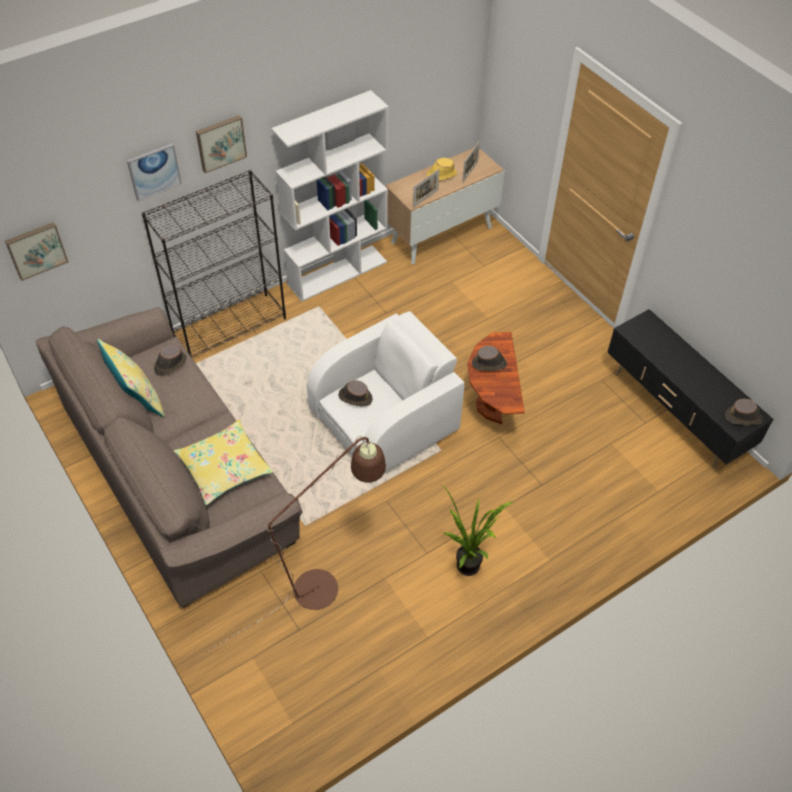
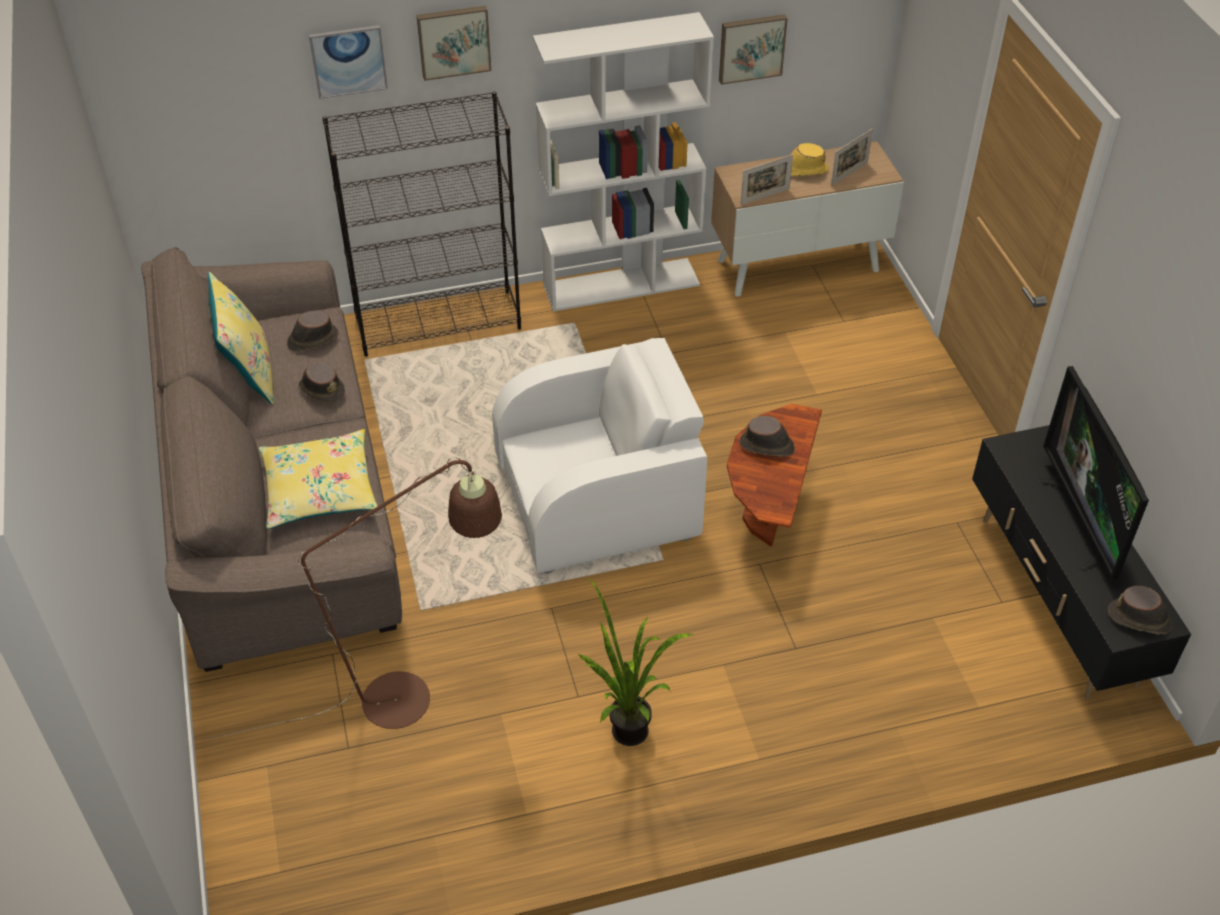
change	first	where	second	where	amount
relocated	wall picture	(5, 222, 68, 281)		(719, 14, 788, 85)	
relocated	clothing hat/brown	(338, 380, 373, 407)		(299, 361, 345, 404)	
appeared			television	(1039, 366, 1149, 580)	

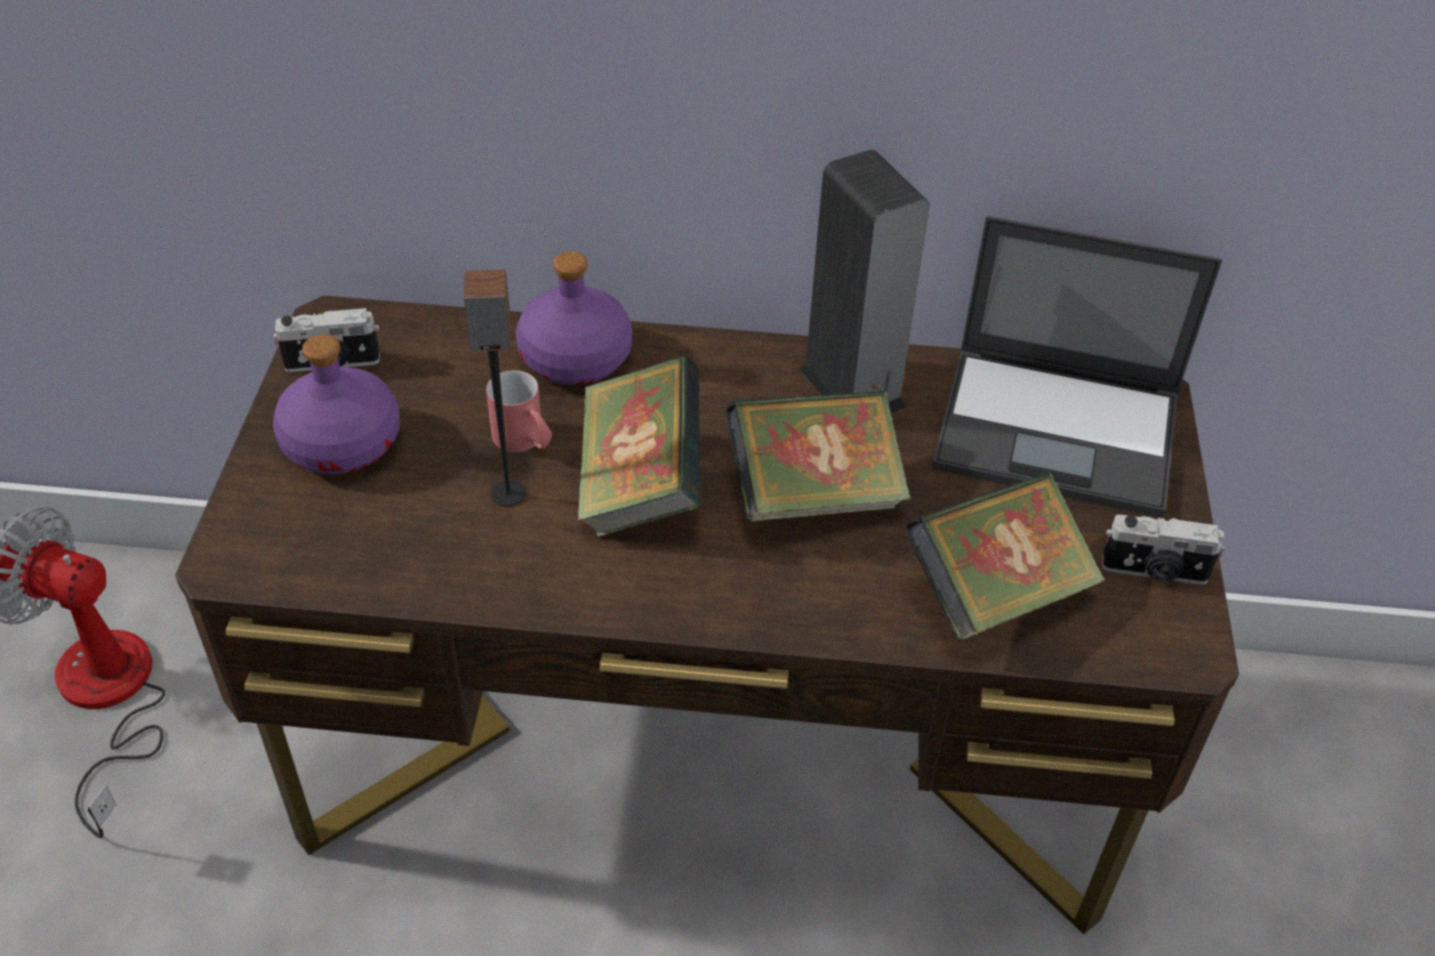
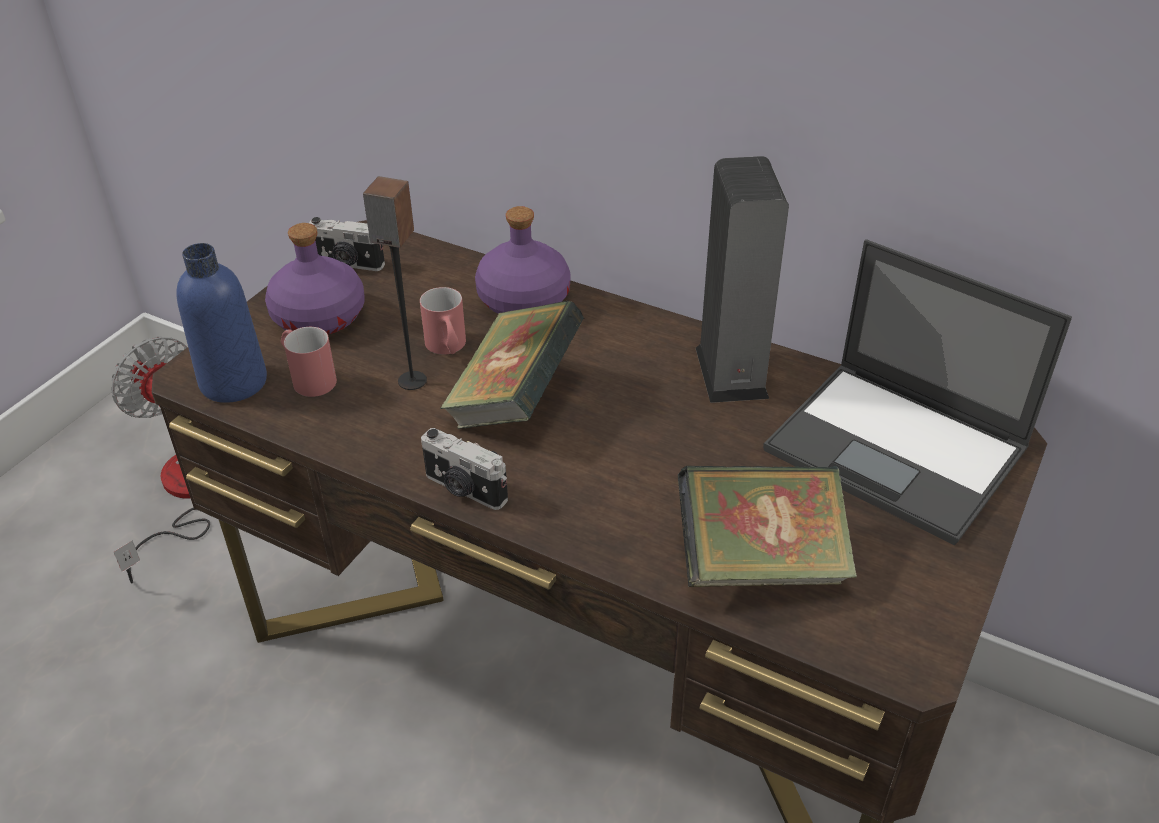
change	first	where	second	where	amount
missing	volume	(725, 390, 911, 522)			
relocated	still camera	(1102, 514, 1224, 585)		(421, 428, 508, 510)	
appeared			bottle/bluish	(176, 243, 267, 403)	
appeared			tea mug/red	(281, 327, 337, 397)	

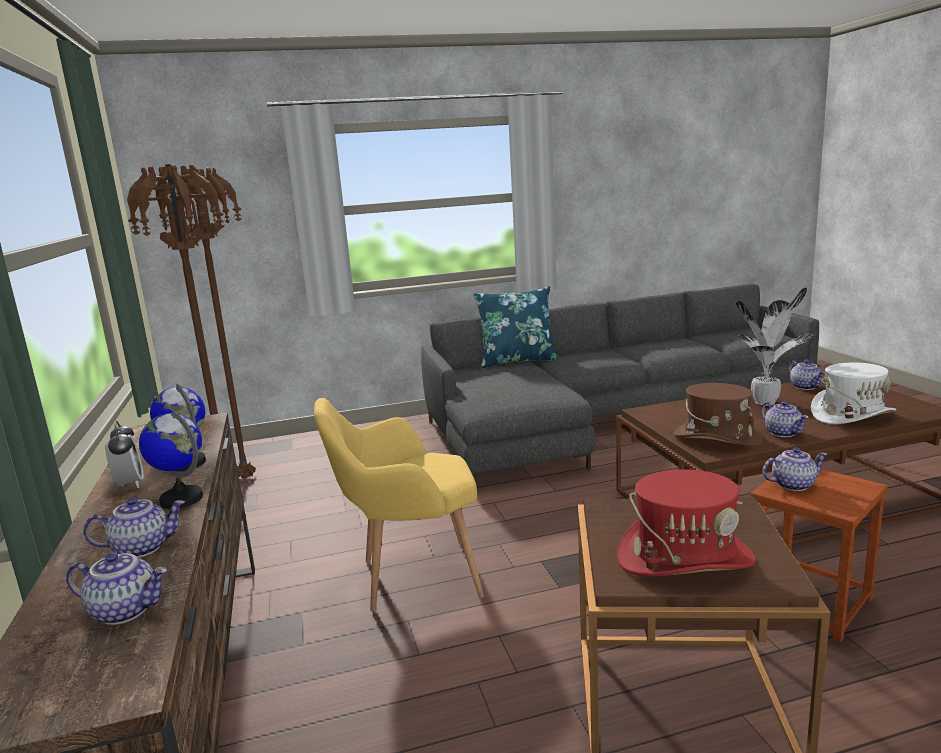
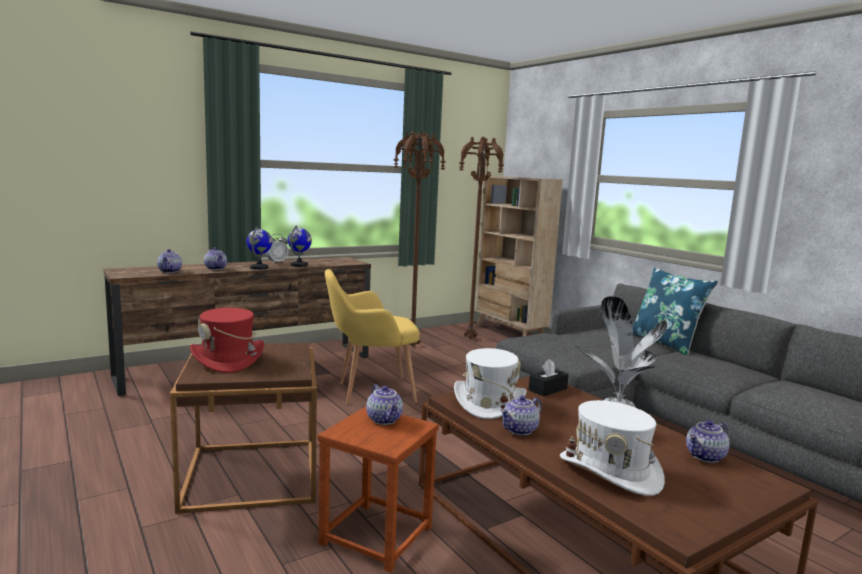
change	first	where	second	where	amount
spun	easy chair/yellowish	(314, 398, 484, 612)		(325, 269, 420, 405)	75 degrees counterclockwise
colour	clothing hat/brown	(673, 383, 763, 447)	clothing hat/whitish	(454, 348, 526, 419)	
appeared			bookcase/sand-coloured	(476, 176, 563, 336)	
appeared			tissue holder/blackish	(529, 359, 569, 397)	

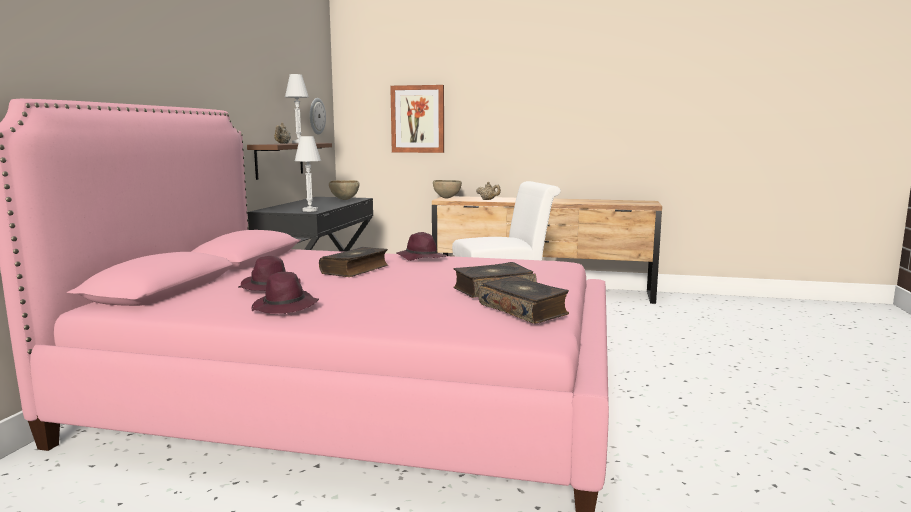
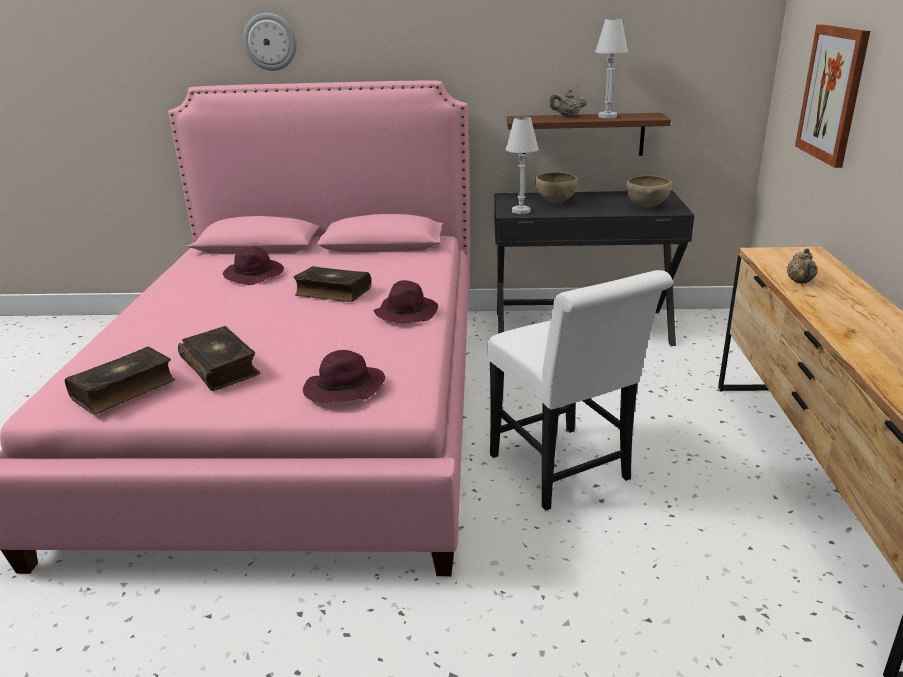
change	first	where	second	where	amount
relocated	clothing hat/purplish	(252, 272, 319, 314)		(303, 350, 385, 402)	
relocated	hanging clock	(310, 98, 326, 135)		(243, 13, 297, 71)	
relocated	deep dish/brown	(433, 180, 462, 199)		(535, 172, 578, 203)	

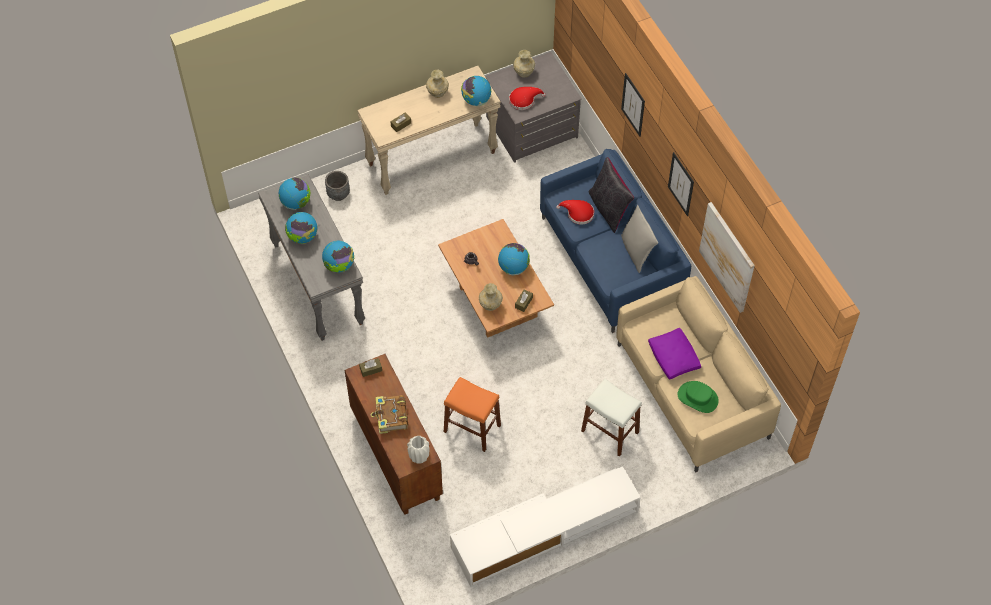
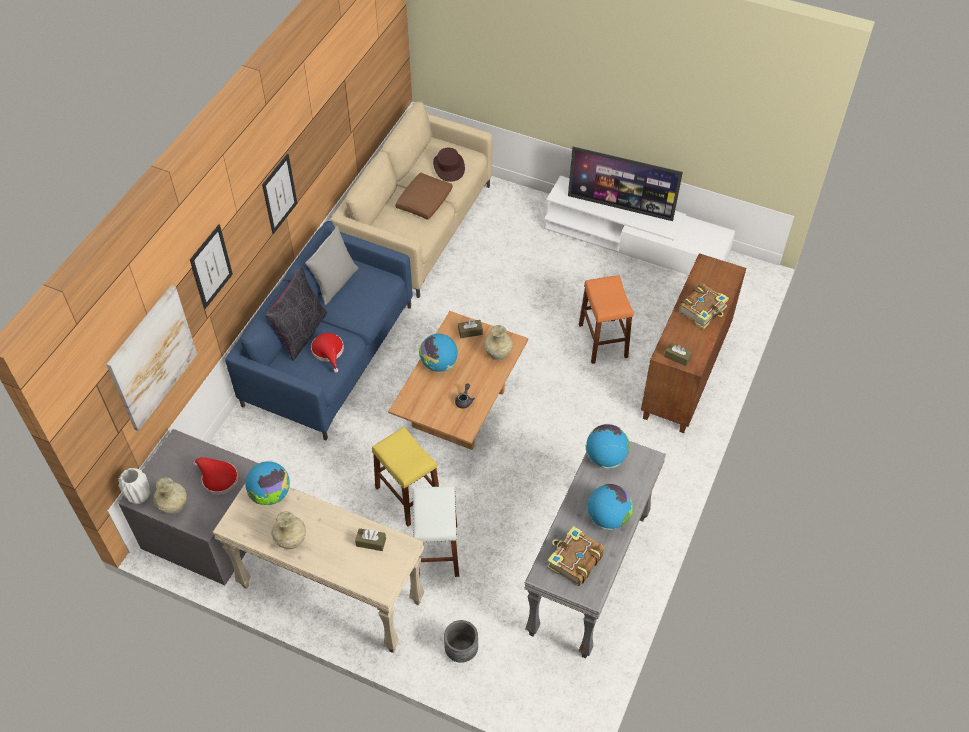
change	first	where	second	where	amount
exchanged	world globe	(279, 177, 310, 210)	volume	(547, 526, 605, 586)	
relocated	vase/whitish	(407, 436, 429, 464)		(118, 468, 150, 504)	
relocated	stool seat/whitish	(581, 379, 642, 457)		(413, 486, 459, 577)	
colour	cushion/purplish	(648, 328, 701, 380)	cushion/brown	(395, 172, 453, 220)	
colour	clothing hat/green	(677, 381, 719, 413)	clothing hat/brown	(433, 148, 465, 182)	
relocated	wall picture	(699, 202, 755, 313)		(106, 285, 197, 431)	
appeared			stool seat/yellowish	(372, 427, 439, 526)	
appeared			television	(568, 147, 683, 221)	

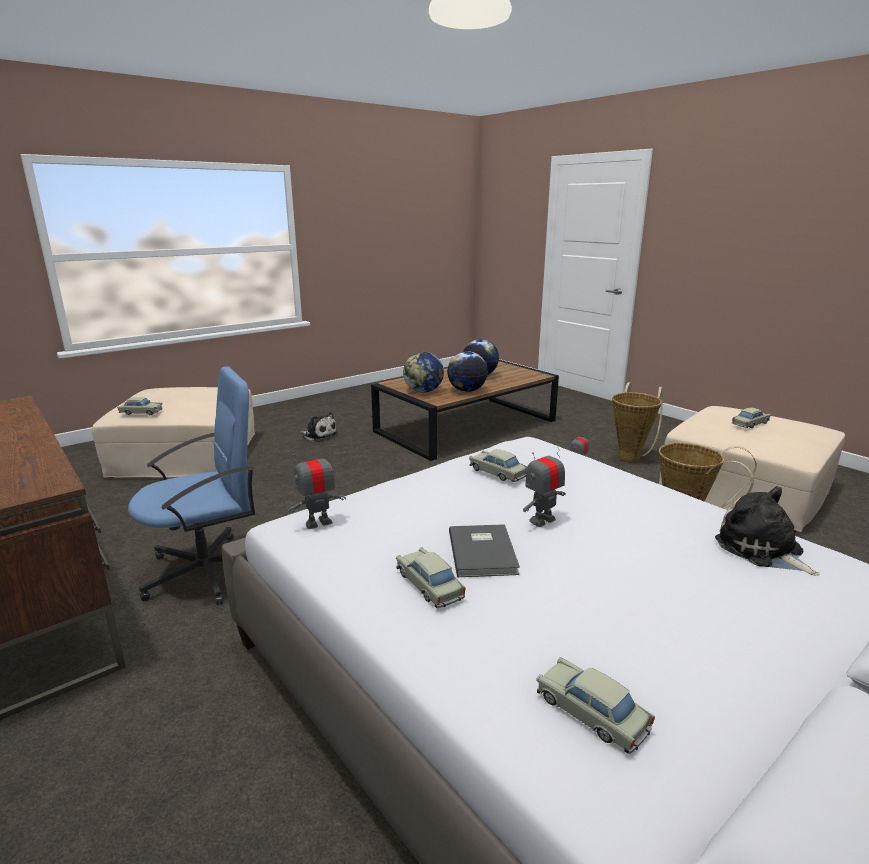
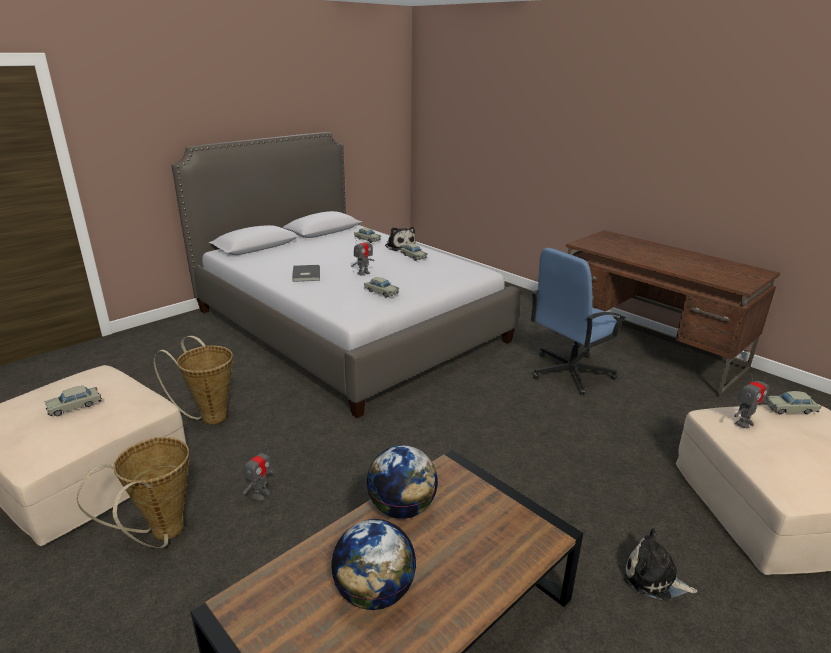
change	first	where	second	where	amount
relocated	robot figure	(288, 445, 346, 529)		(734, 372, 769, 428)	
missing	world globe	(403, 352, 444, 393)			
relocated	volume/greyish	(449, 524, 520, 577)		(292, 265, 320, 282)	
relocated	plush toy	(715, 486, 820, 576)		(385, 227, 416, 251)	

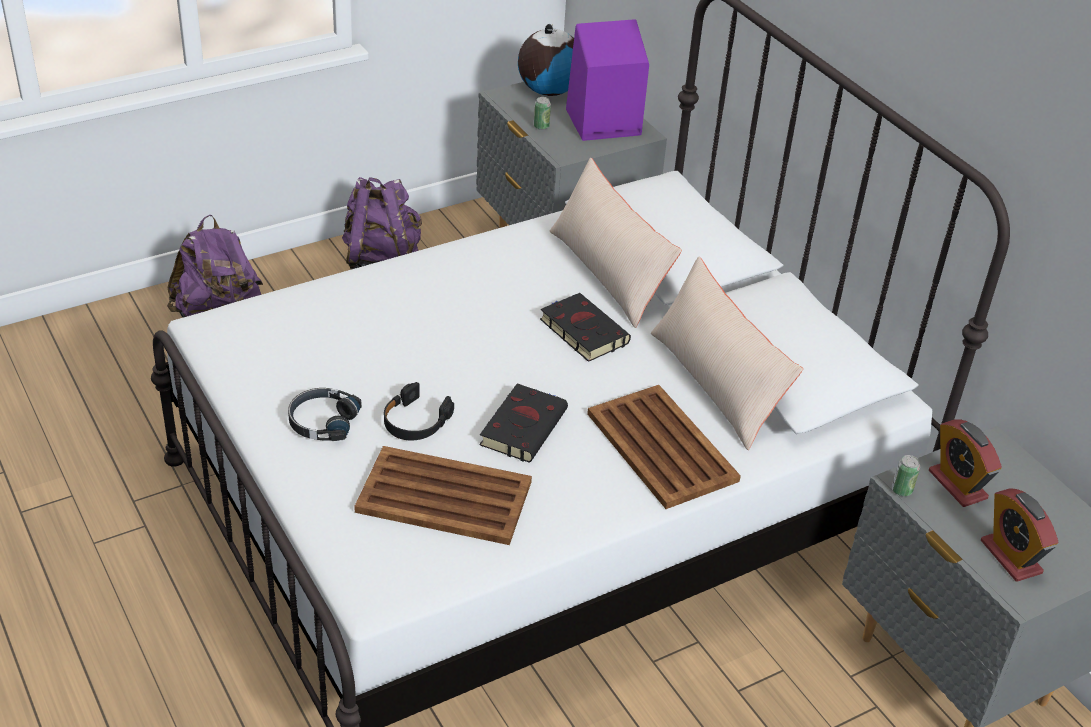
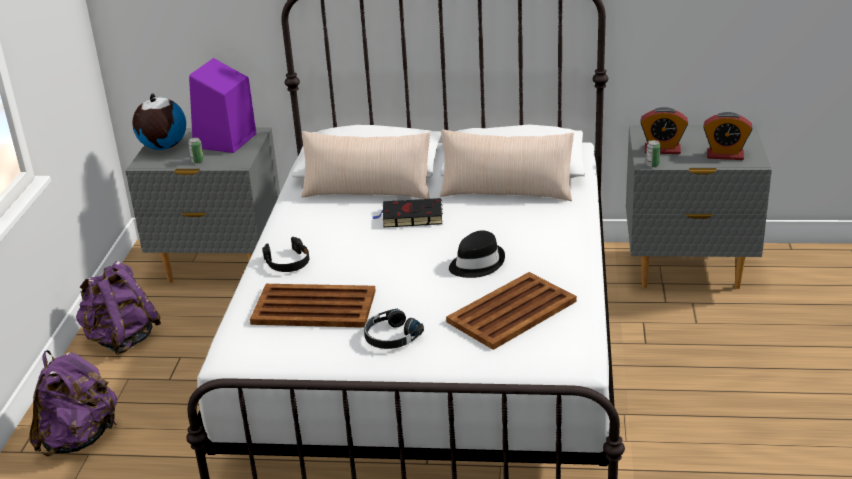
change	first	where	second	where	amount
relocated	pair of headphones/blackish	(384, 382, 454, 440)		(262, 237, 309, 272)	
exchanged	volume/blackish	(479, 383, 568, 463)	clothing hat/blackish	(449, 230, 505, 278)	
relocated	serving tray/brown	(587, 385, 741, 509)		(250, 284, 376, 328)	

